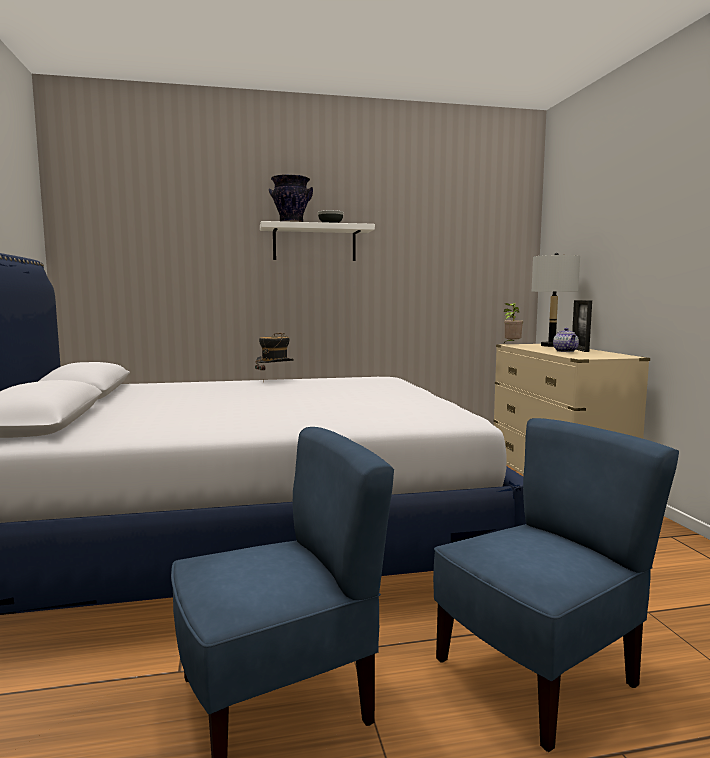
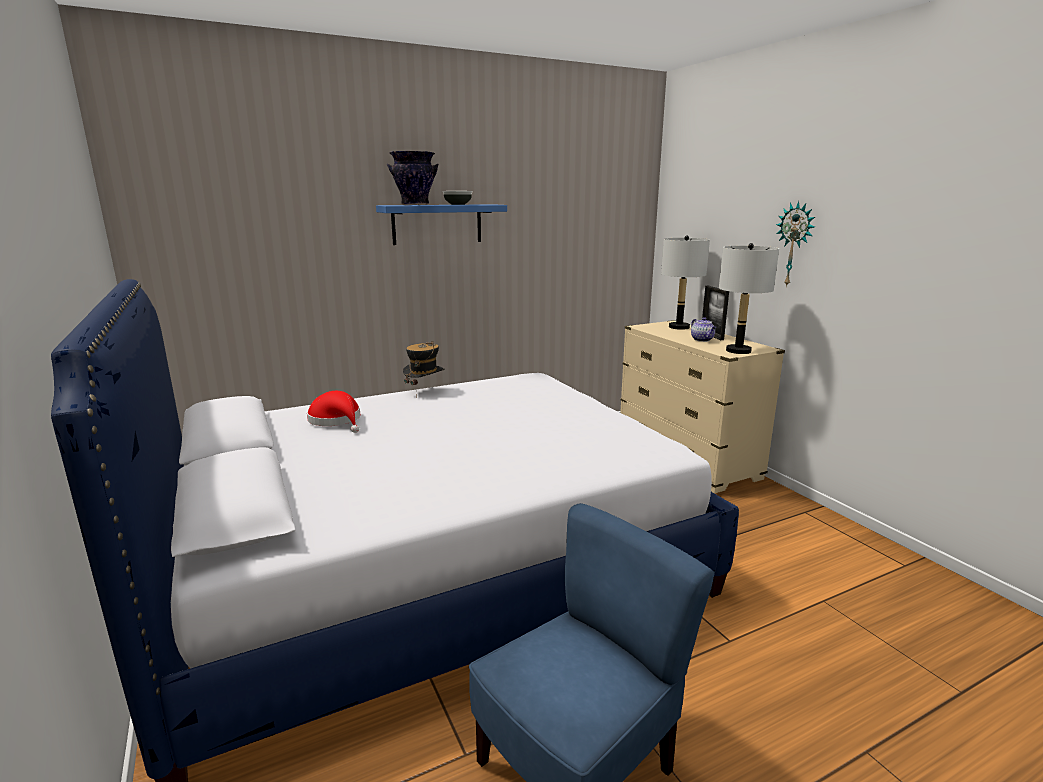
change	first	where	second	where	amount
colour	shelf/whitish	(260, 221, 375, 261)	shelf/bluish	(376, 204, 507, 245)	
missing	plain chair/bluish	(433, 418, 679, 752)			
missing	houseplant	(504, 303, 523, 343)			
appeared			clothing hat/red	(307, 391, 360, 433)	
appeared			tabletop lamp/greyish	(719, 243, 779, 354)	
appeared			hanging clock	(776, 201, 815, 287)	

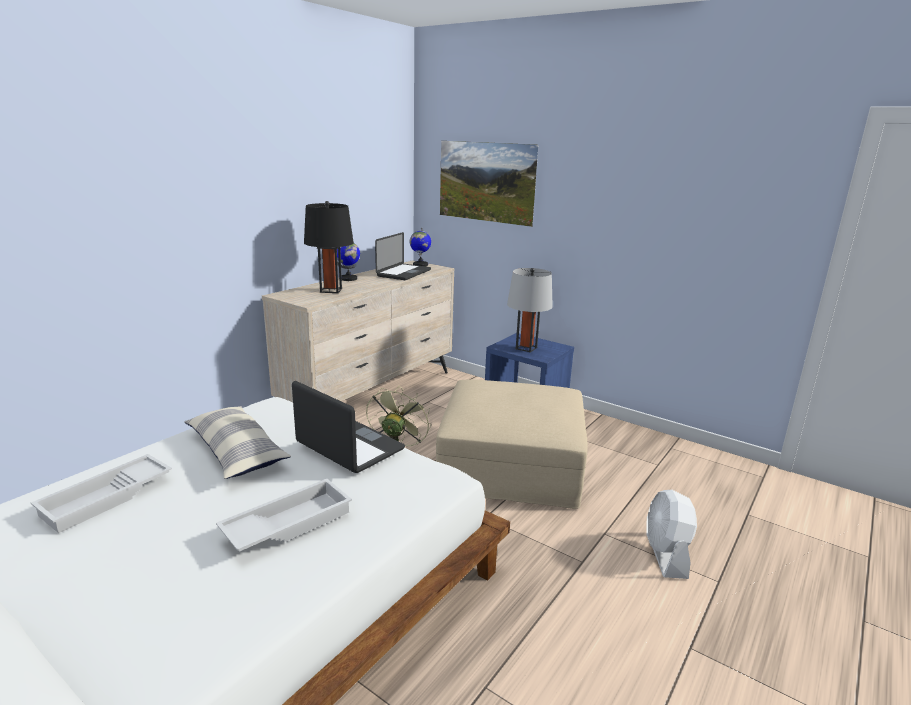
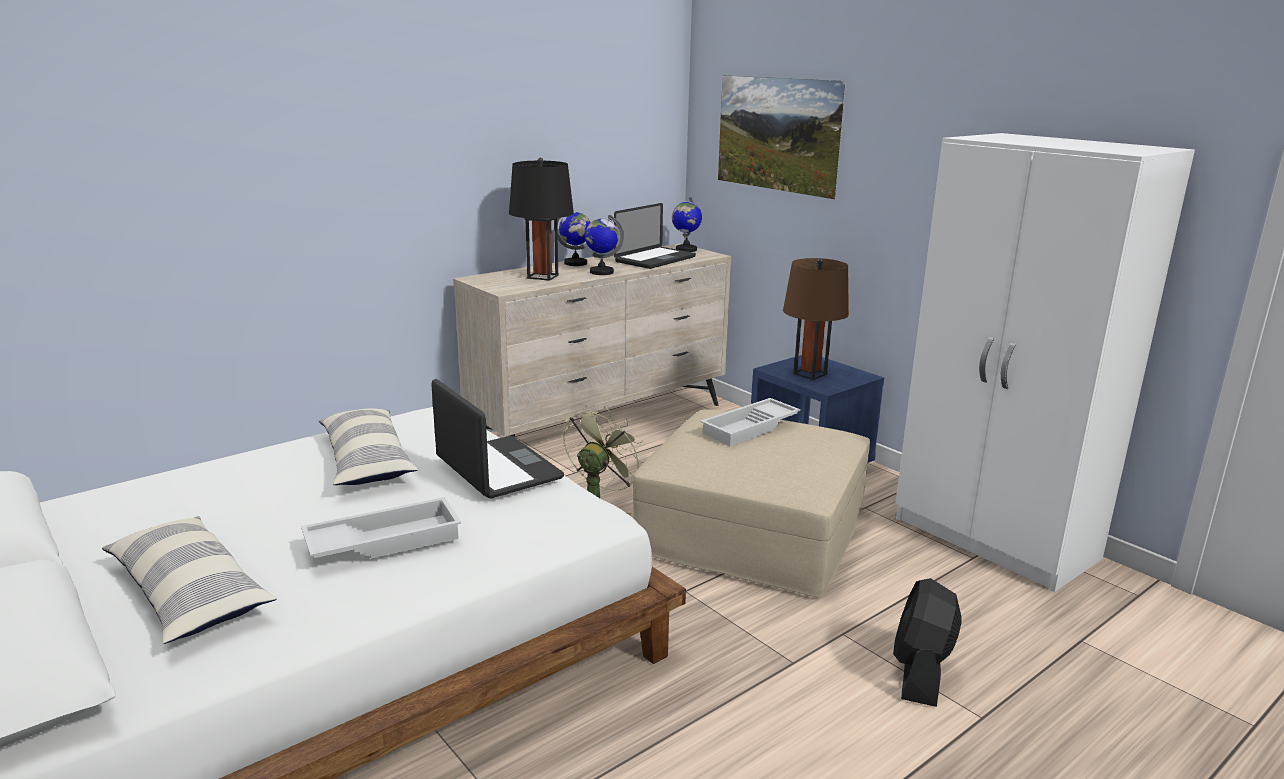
change	first	where	second	where	amount
relocated	serving tray/whitish	(31, 454, 172, 533)		(700, 398, 801, 446)	
colour	tabletop lamp/greyish	(507, 268, 553, 352)	tabletop lamp/brown	(783, 258, 849, 380)	
colour	electric fan/whitish	(646, 490, 697, 579)	electric fan/blackish	(893, 578, 961, 707)	
appeared			cushion	(102, 516, 277, 644)	
appeared			world globe	(585, 215, 624, 275)	
appeared			armoire/whitish	(895, 133, 1195, 592)	

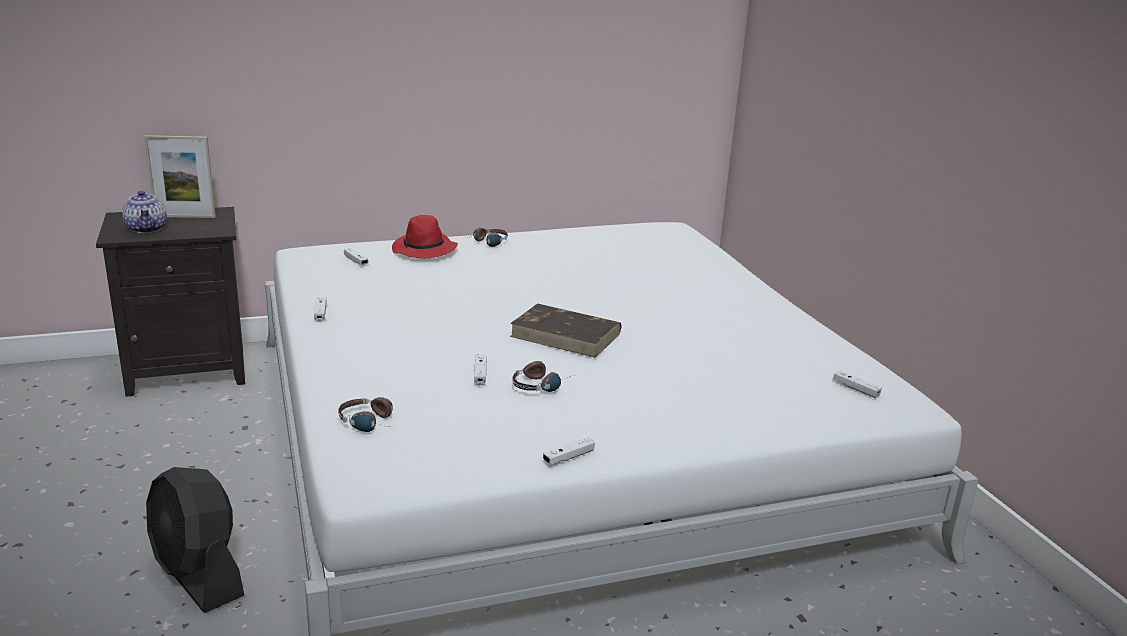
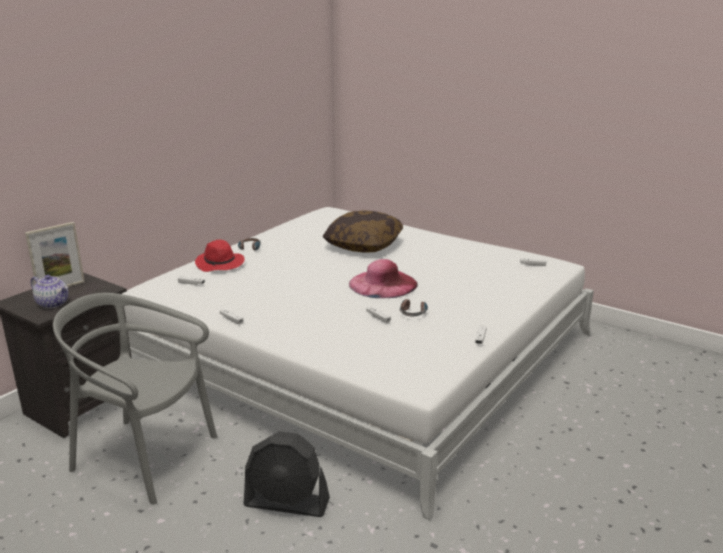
change	first	where	second	where	amount
missing	pair of headphones	(338, 397, 397, 432)			
exchanged	volume/brown	(510, 304, 621, 358)	clothing hat/pinkish	(349, 259, 418, 298)	
appeared			plain chair/greyish	(53, 293, 217, 505)	
appeared			cushion	(323, 210, 403, 253)	

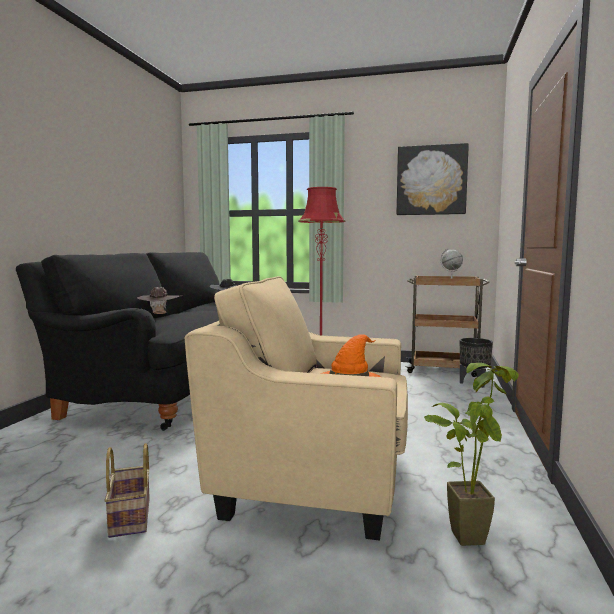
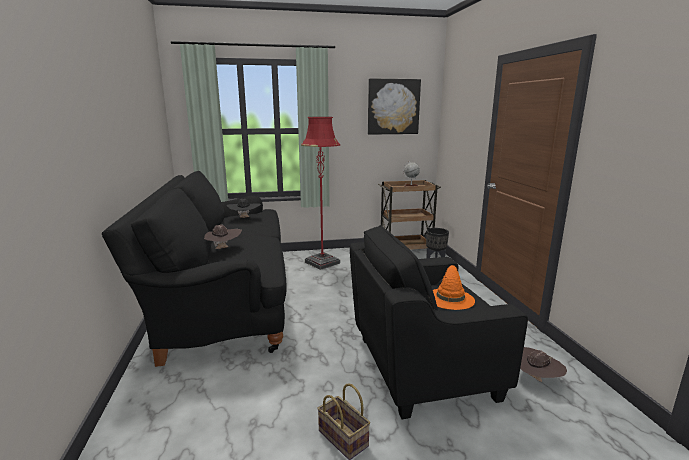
change	first	where	second	where	amount
colour	easy chair/sand-coloured	(184, 276, 408, 541)	easy chair/blackish	(350, 225, 528, 419)	
exchanged	houseplant	(424, 363, 519, 546)	clothing hat/brown	(520, 347, 567, 382)	

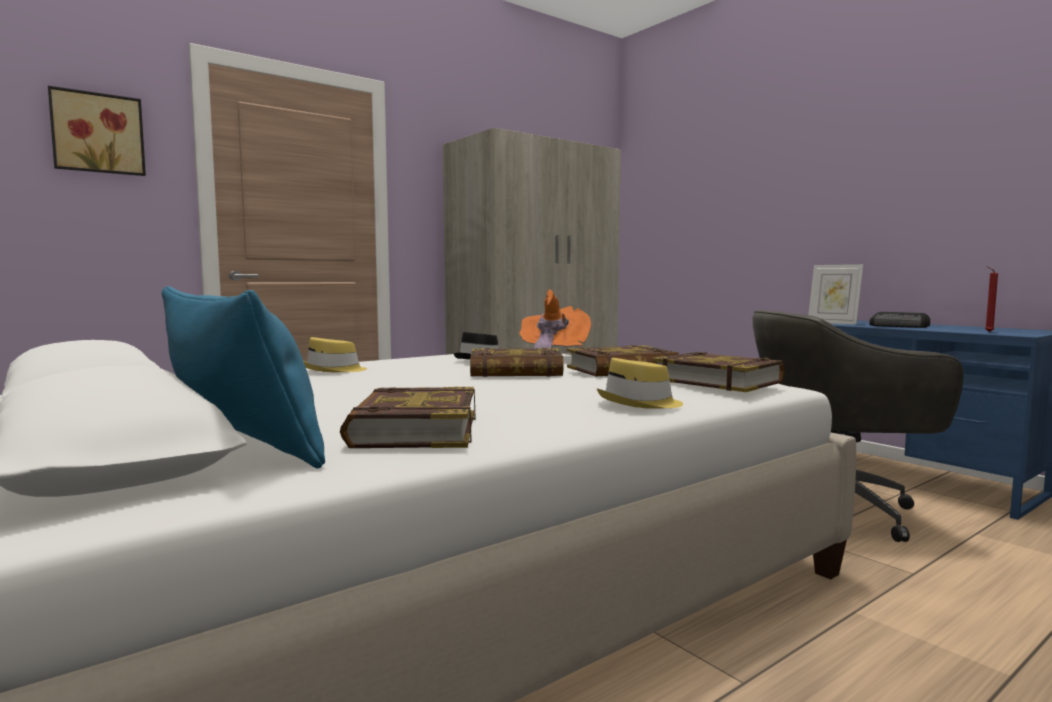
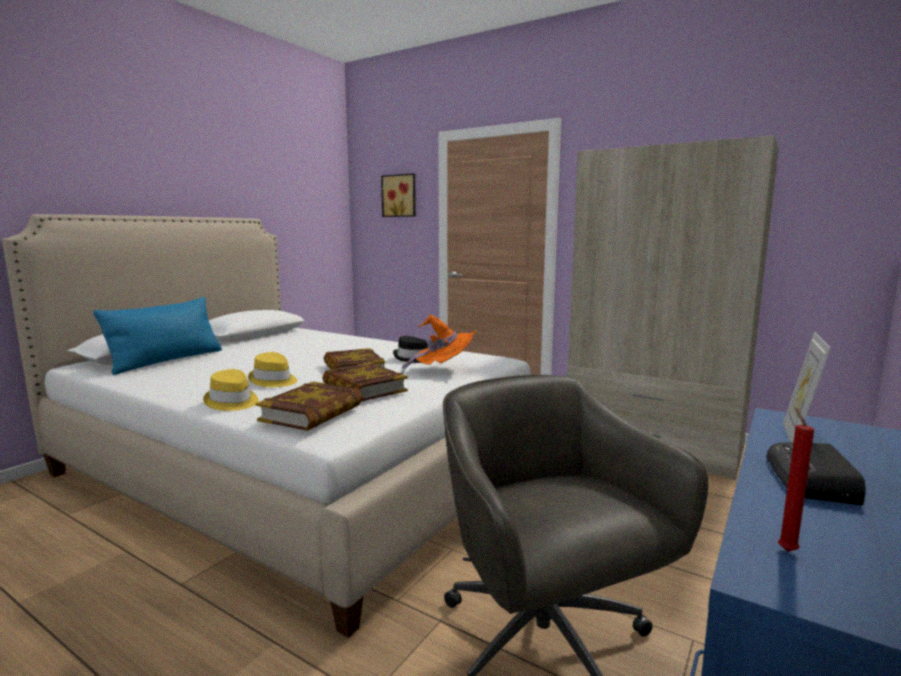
change	first	where	second	where	amount
relocated	clothing hat/yellowish	(303, 337, 367, 372)		(248, 352, 297, 387)	
missing	volume	(340, 387, 476, 448)			

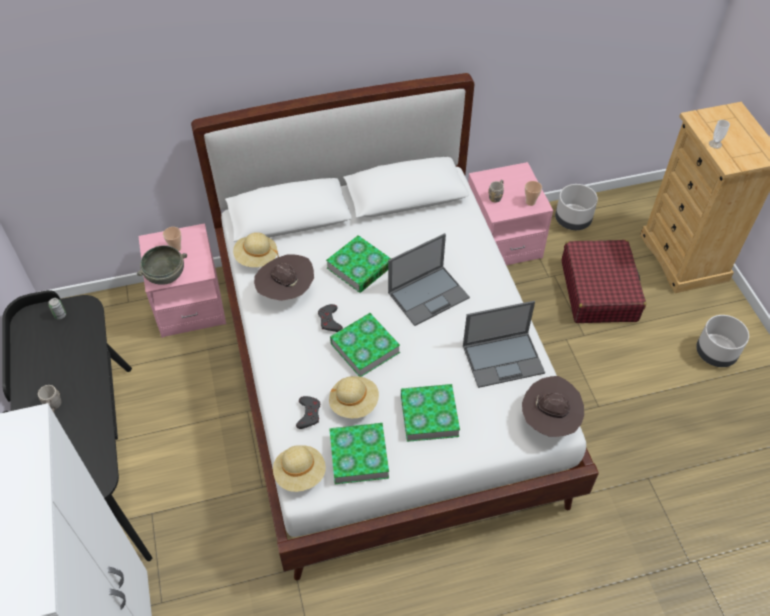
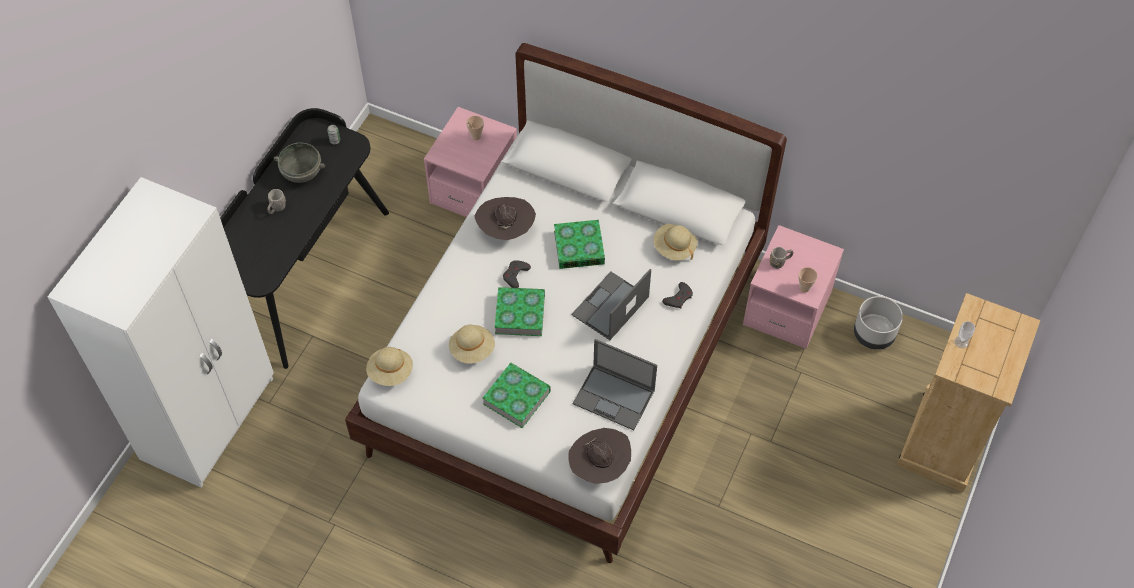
change	first	where	second	where	amount
relocated	deep dish/greyish	(137, 245, 187, 285)		(274, 143, 325, 183)	
relocated	clothing hat/sand-coloured	(233, 232, 279, 267)		(653, 224, 697, 260)	
relocated	gamepad/greyish	(296, 396, 320, 429)		(662, 282, 693, 309)	
missing	volume	(329, 423, 389, 484)			
spun	notebook computer	(388, 233, 470, 326)		(571, 269, 651, 340)	120 degrees clockwise
missing	piece of luggage/red	(562, 240, 646, 323)			
missing	planter/greyish	(696, 315, 749, 367)			

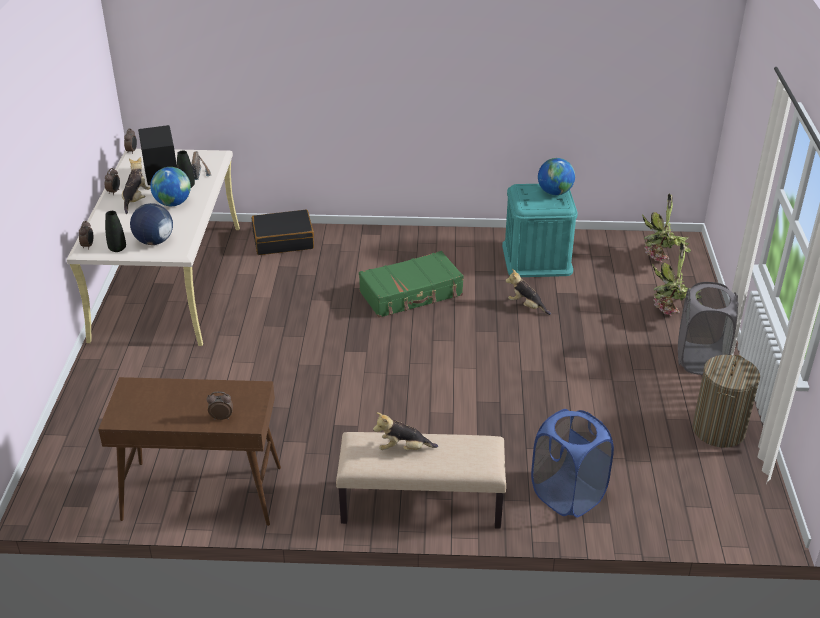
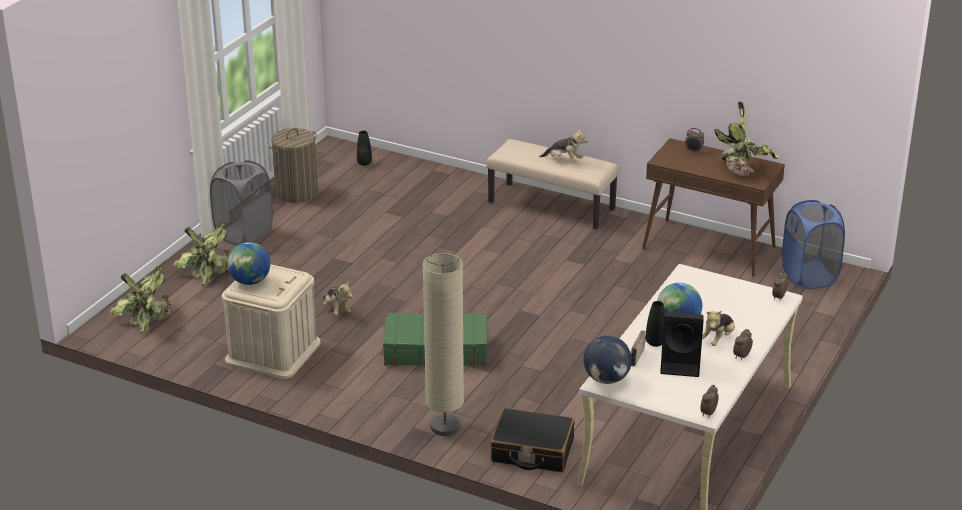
change	first	where	second	where	amount
relocated	vase/blackish	(105, 211, 126, 252)		(357, 131, 372, 166)	
relocated	world globe	(130, 203, 173, 245)		(583, 336, 632, 384)	
colour	storage bin/turquoise	(502, 184, 578, 277)	storage bin/sand-coloured	(222, 264, 321, 379)	
relocated	laundry basket/bluish	(531, 409, 614, 518)		(782, 200, 845, 289)	
appeared			standing lamp/sand-coloured	(423, 253, 464, 436)	
appeared			houseplant	(714, 101, 779, 176)	

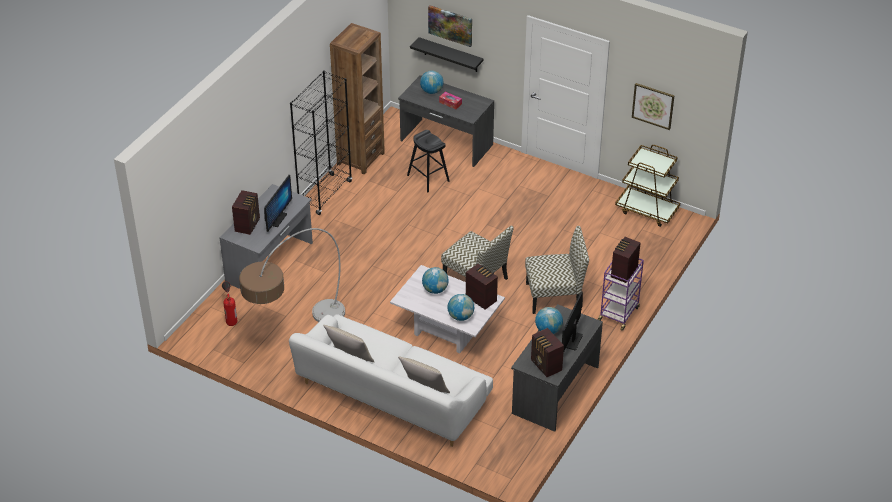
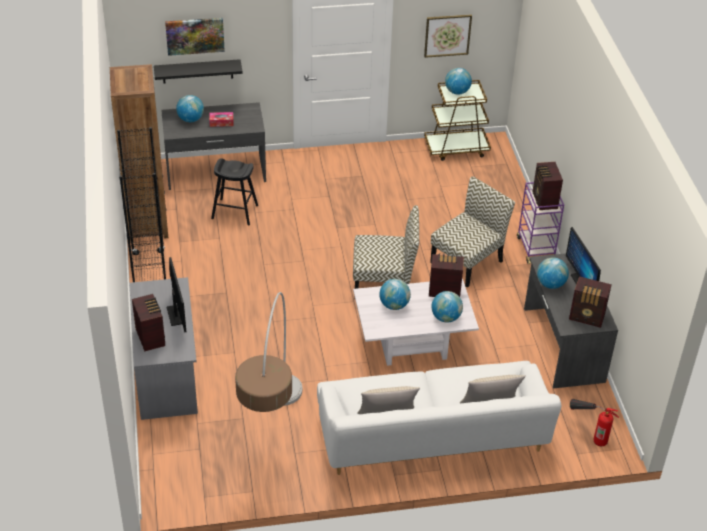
change	first	where	second	where	amount
relocated	extinguisher	(222, 281, 237, 326)		(570, 399, 619, 446)	
appeared			world globe	(445, 68, 472, 95)	

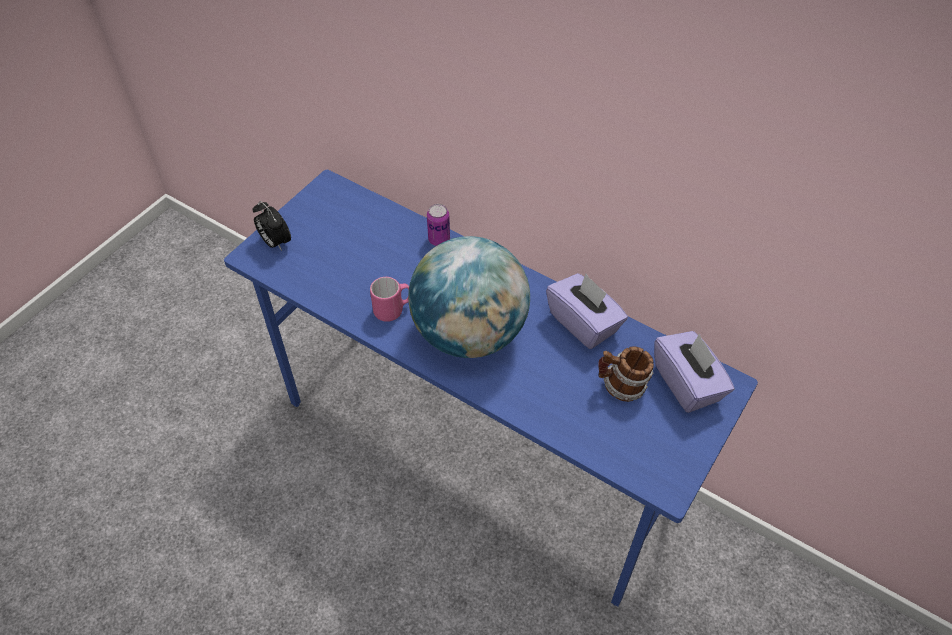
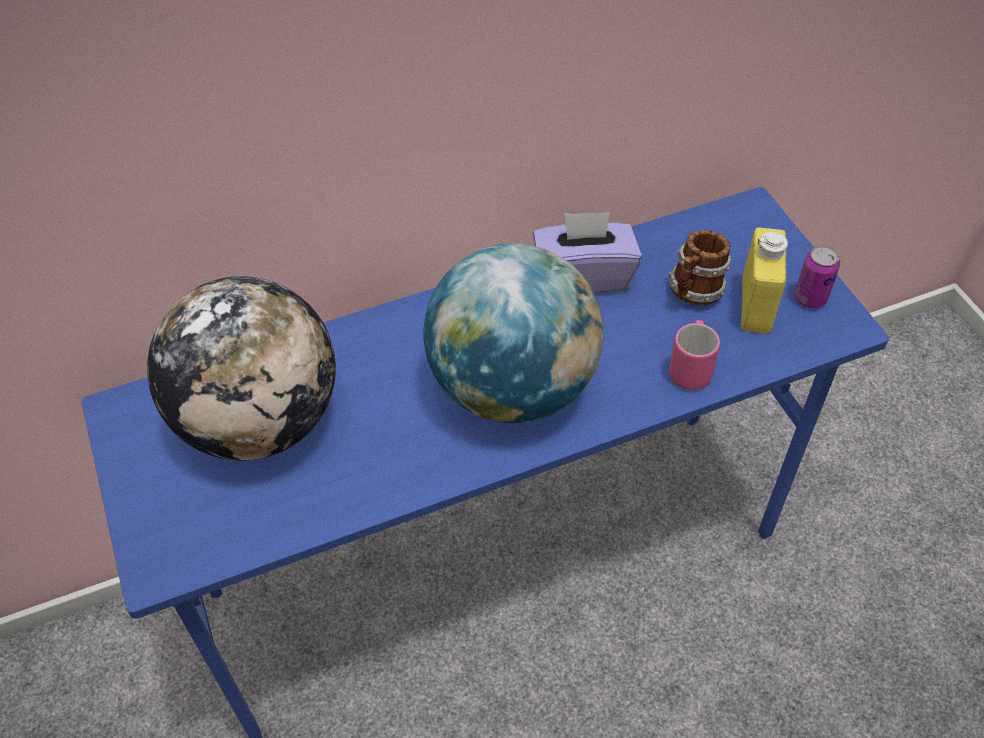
change	first	where	second	where	amount
missing	bedside clock	(253, 201, 291, 251)			
relocated	tea mug/pinkish	(370, 277, 409, 322)		(669, 320, 720, 390)	
relocated	metal can	(427, 204, 450, 246)		(795, 245, 840, 309)	
missing	tissue holder/purplish	(654, 331, 734, 413)			
appeared			world globe	(147, 276, 336, 460)	
appeared			bottle/yellowish	(741, 228, 788, 334)	

